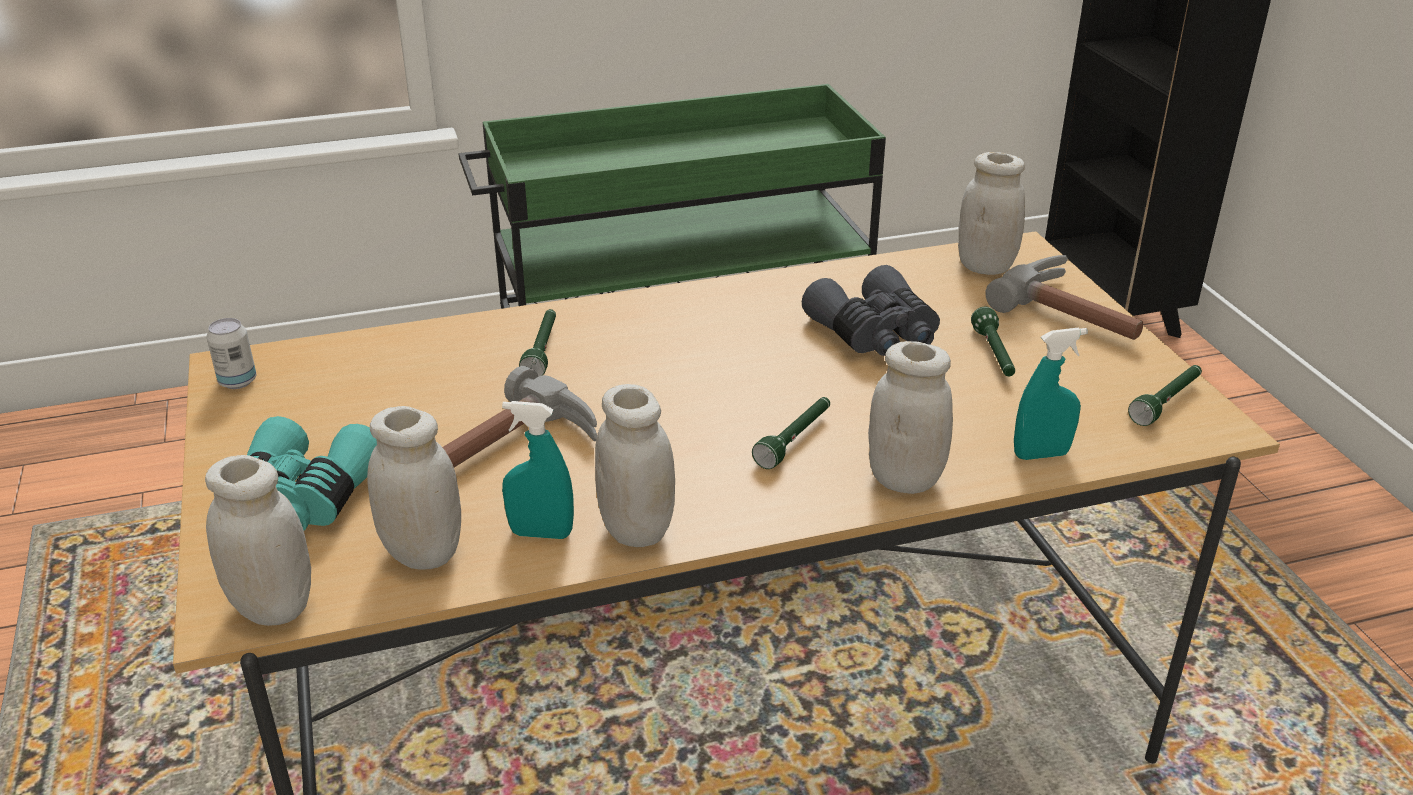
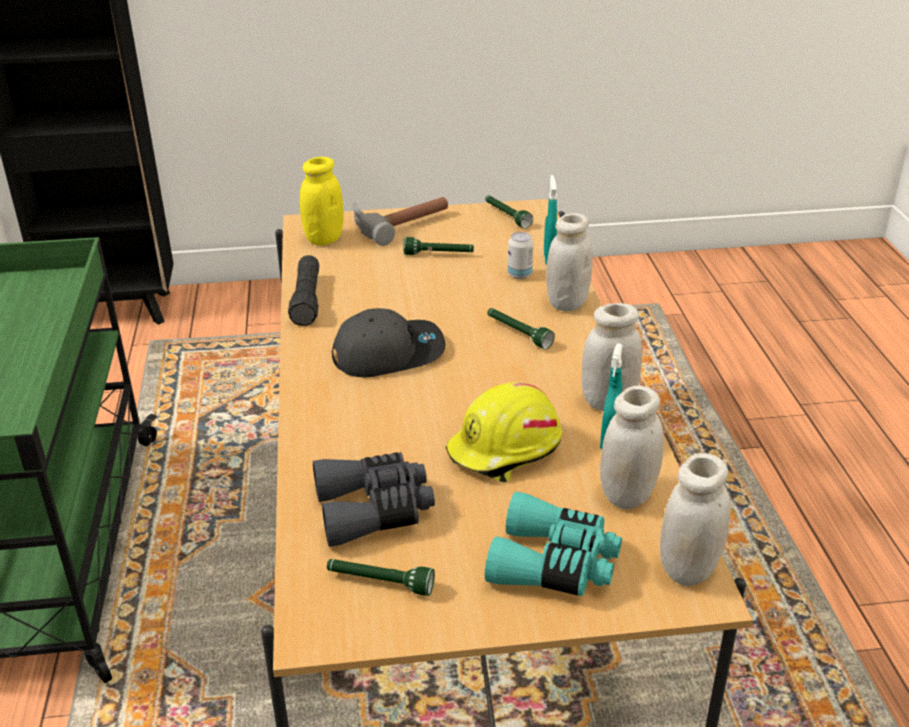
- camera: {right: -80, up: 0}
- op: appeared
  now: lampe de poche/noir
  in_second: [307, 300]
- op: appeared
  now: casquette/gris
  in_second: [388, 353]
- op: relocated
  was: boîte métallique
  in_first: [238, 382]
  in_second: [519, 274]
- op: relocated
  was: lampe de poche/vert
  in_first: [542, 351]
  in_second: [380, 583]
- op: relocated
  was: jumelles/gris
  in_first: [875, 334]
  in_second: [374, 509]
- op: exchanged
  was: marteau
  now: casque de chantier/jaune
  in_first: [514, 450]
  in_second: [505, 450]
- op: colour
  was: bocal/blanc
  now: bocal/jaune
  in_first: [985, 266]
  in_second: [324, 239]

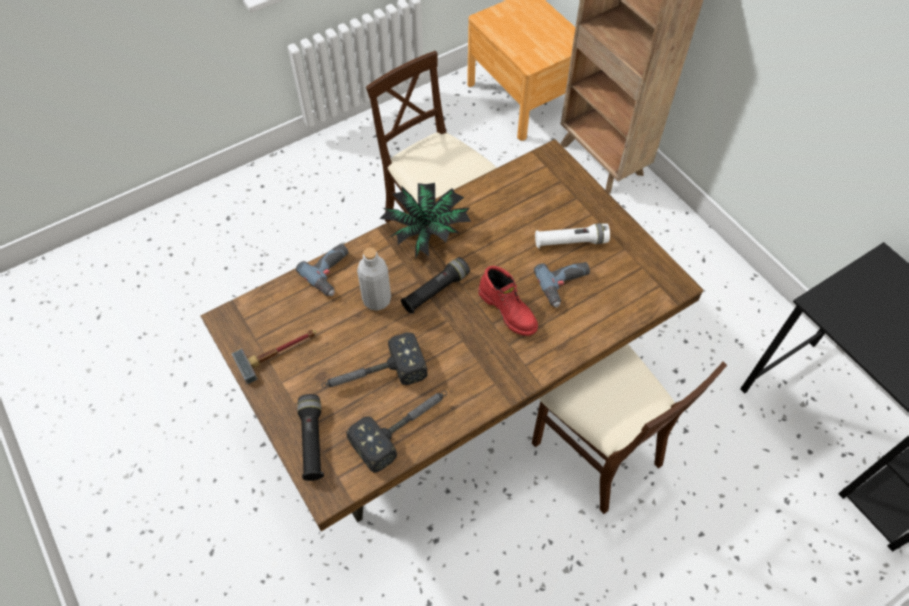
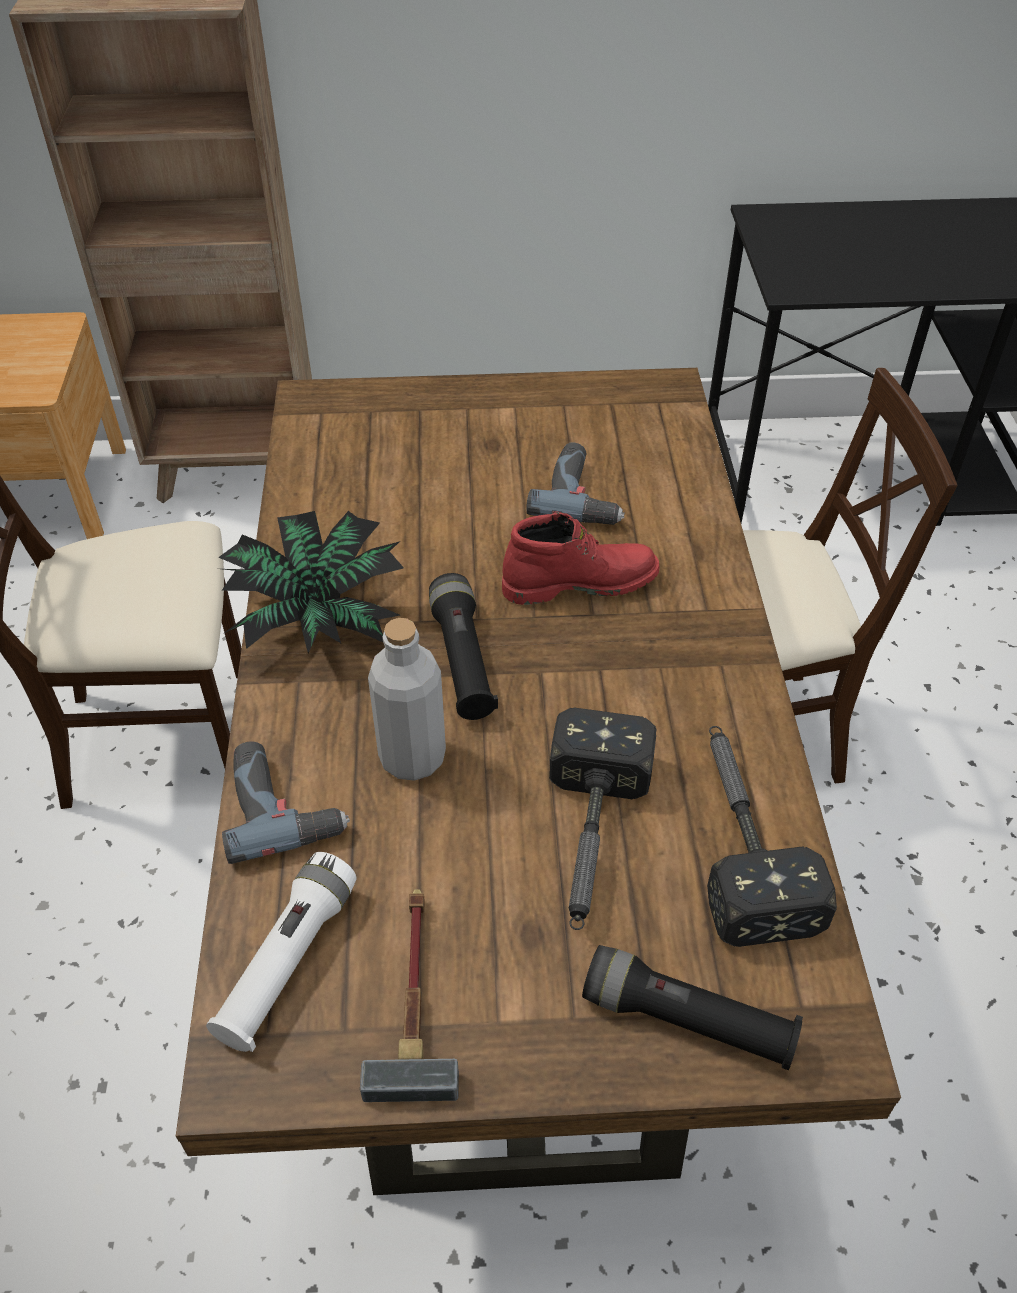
- camera: {right: -60, up: -10}
- op: relocated
  was: lampe de poche/blanc
  in_first: [570, 242]
  in_second: [287, 962]

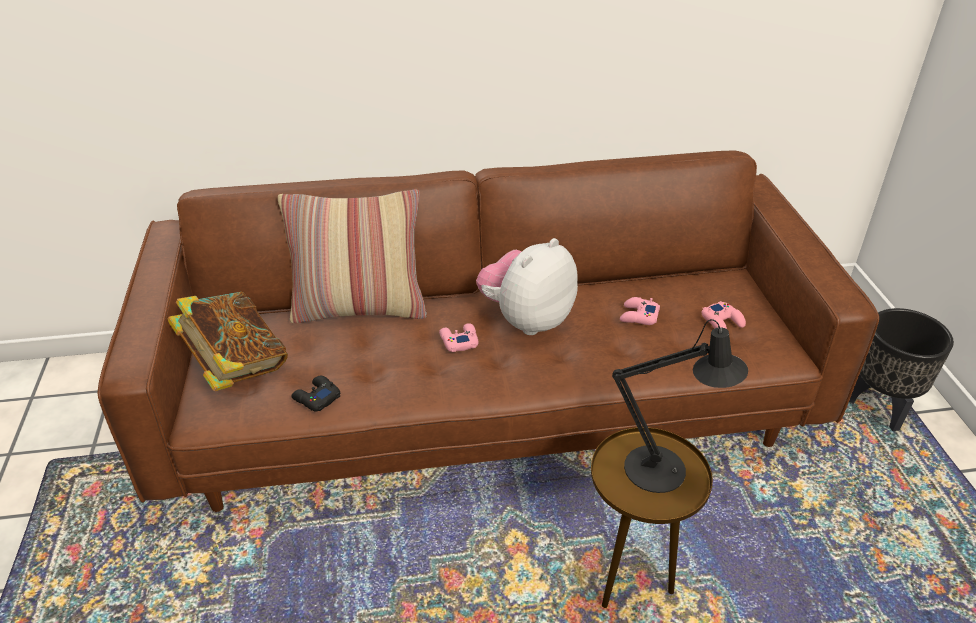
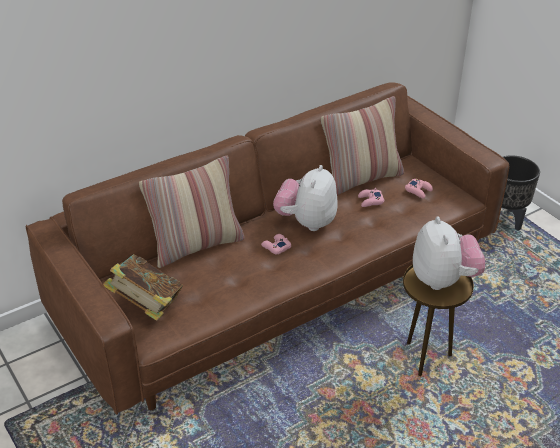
- camera: {right: -25, up: 0}
- op: missing
  was: manette/noir
  in_first: [316, 398]
- op: appeared
  now: coussin
  in_second: [361, 179]
- op: exchanged
  was: lampe de table/noir
  now: peluche
  in_first: [664, 471]
  in_second: [443, 280]

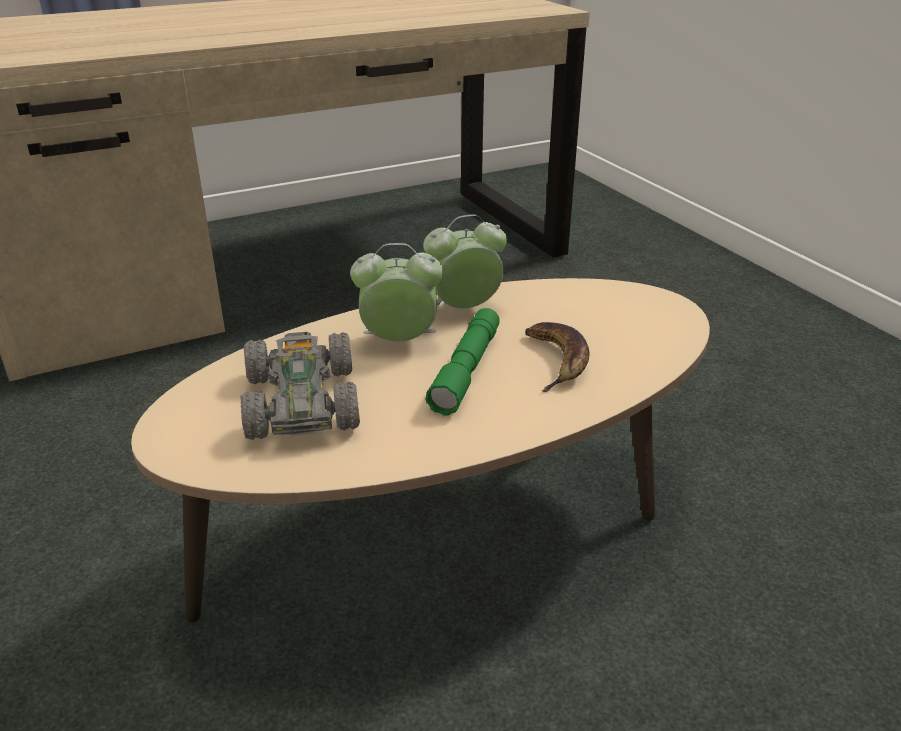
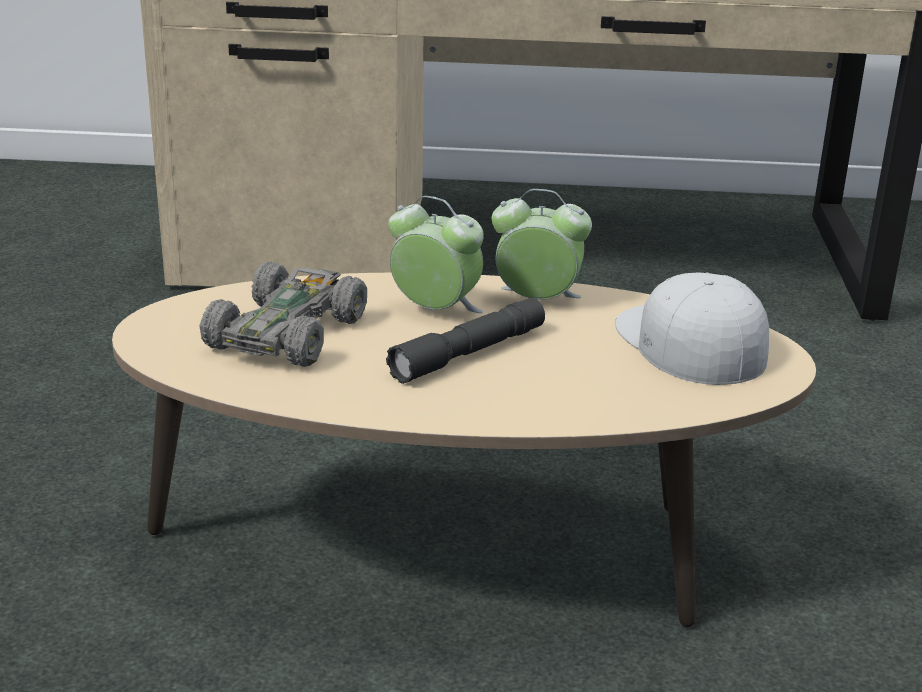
- camera: {right: 30, up: -5}
- op: missing
  was: banane
  in_first: [556, 361]
- op: appeared
  now: casquette/blanc
  in_second: [688, 342]
- op: colour
  was: lampe de poche/vert
  now: lampe de poche/gris
  in_first: [466, 370]
  in_second: [469, 354]

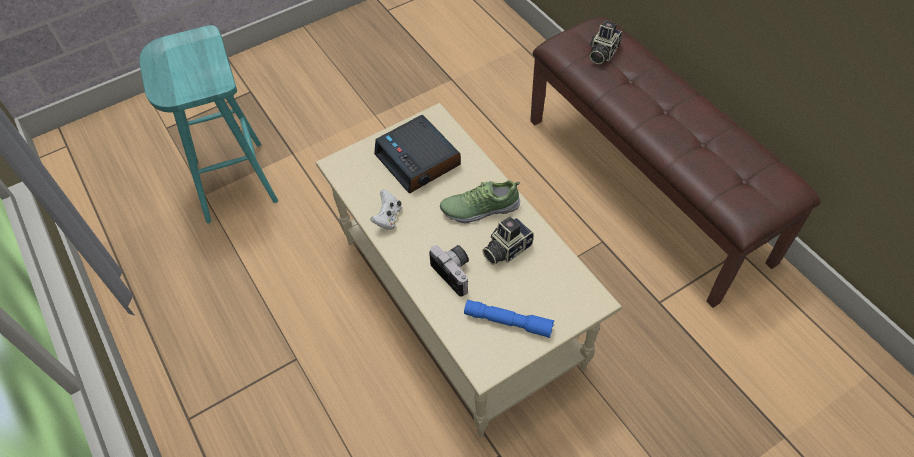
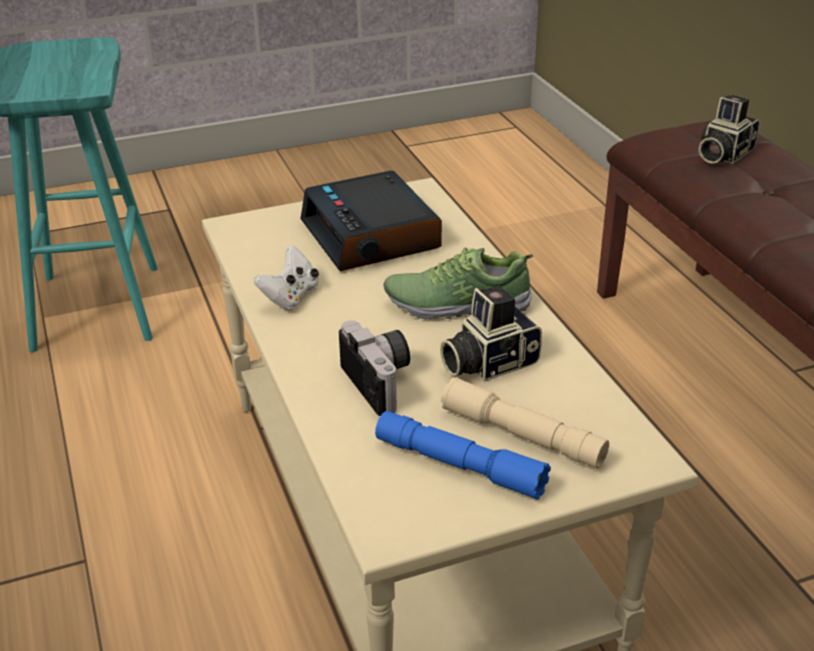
- camera: {right: 10, up: -20}
- op: appeared
  now: lampe de poche/beige
  in_second: [522, 435]

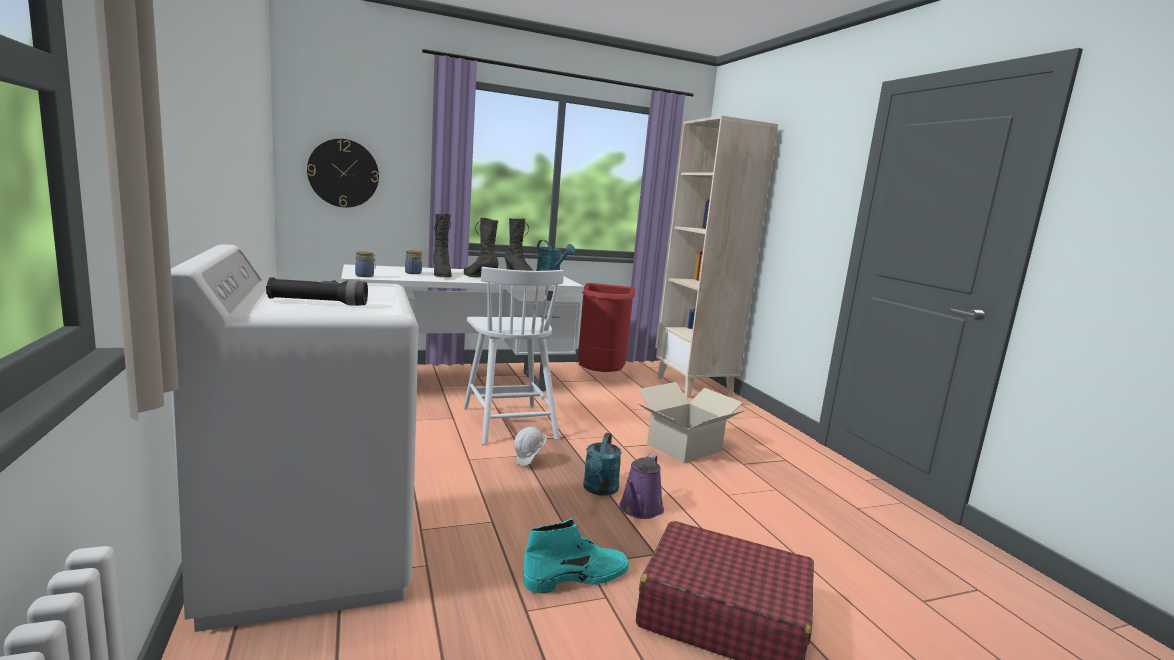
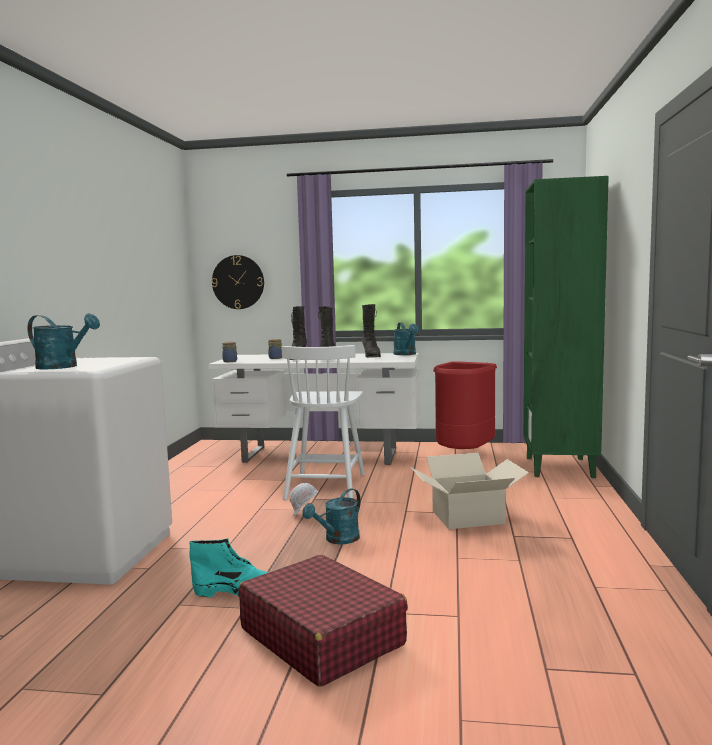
- camera: {right: 30, up: -5}
- op: missing
  was: arrosoir/violet
  in_first: [640, 510]
- op: exchanged
  was: lampe de poche/noir
  now: arrosoir/turquoise
  in_first: [318, 303]
  in_second: [63, 367]
- op: colour
  was: bibliothèque/beige
  now: bibliothèque/vert
  in_first: [694, 386]
  in_second: [560, 467]

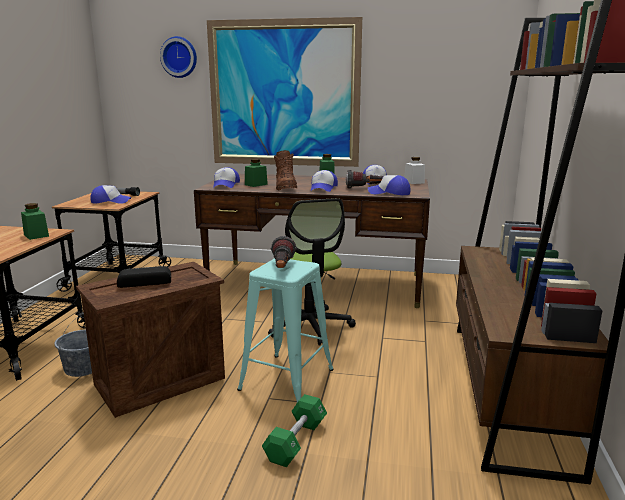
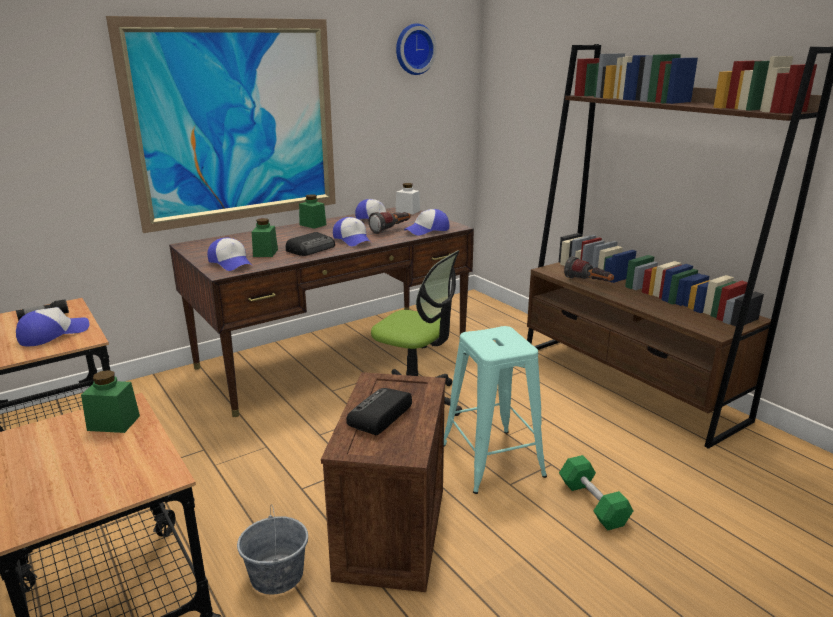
- camera: {right: -45, up: 5}
- op: relocated
  was: horloge murale
  in_first: [179, 57]
  in_second: [413, 49]
- op: relocated
  was: lampe de poche
  in_first: [282, 268]
  in_second: [588, 283]
- op: exchanged
  was: botte/marron
  now: radio
  in_first: [285, 187]
  in_second: [311, 249]

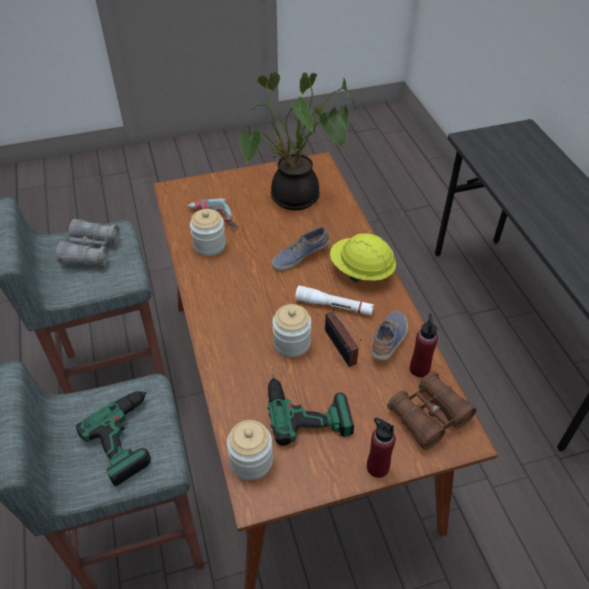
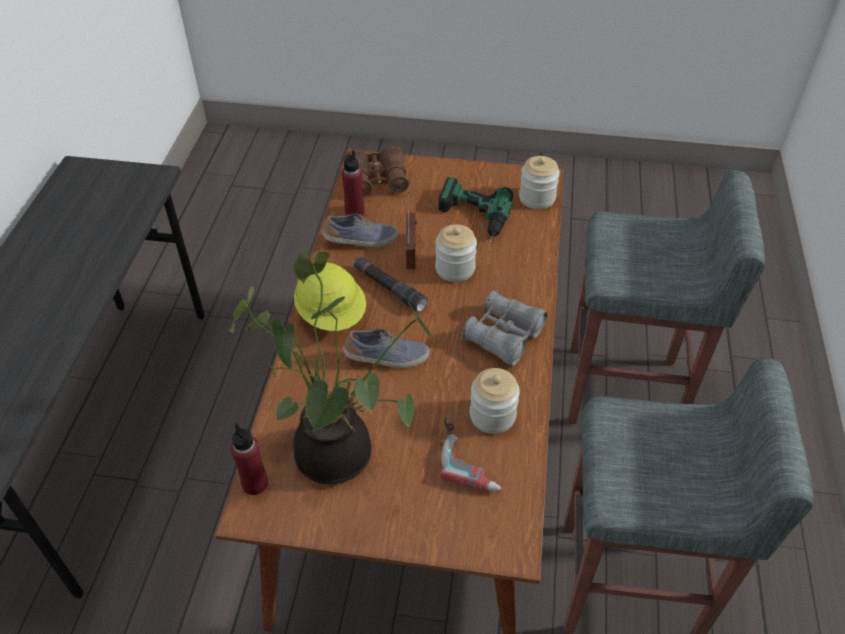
- camera: {right: -155, up: 0}
- op: missing
  was: perceuse
  in_first: [136, 432]
- op: relocated
  was: jumelles/gris
  in_first: [91, 251]
  in_second: [503, 336]
- op: relocated
  was: bouteille/rouge
  in_first: [377, 467]
  in_second: [255, 484]
- op: colour
  was: lampe de poche/blanc
  now: lampe de poche/noir
  in_first: [334, 306]
  in_second: [389, 288]
- op: spun
  was: chaussure
  in_first: [389, 341]
  in_second: [361, 241]
  clockwise: -150

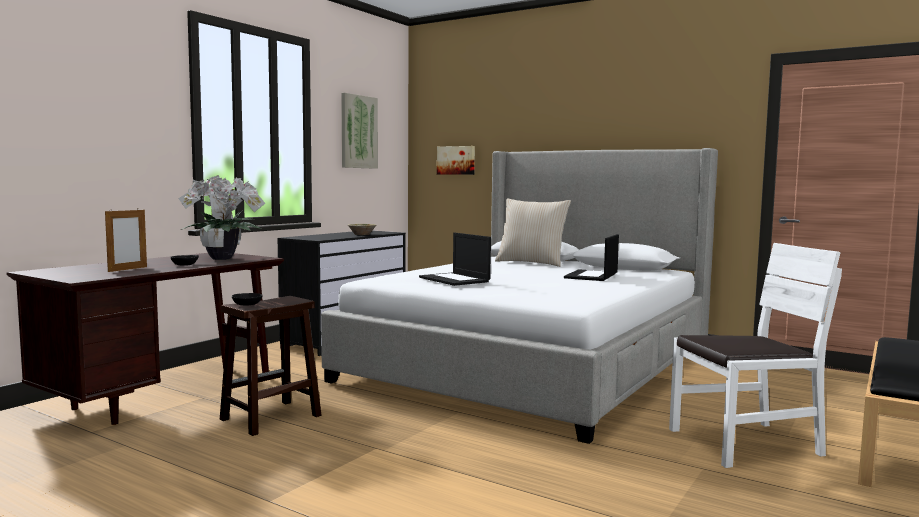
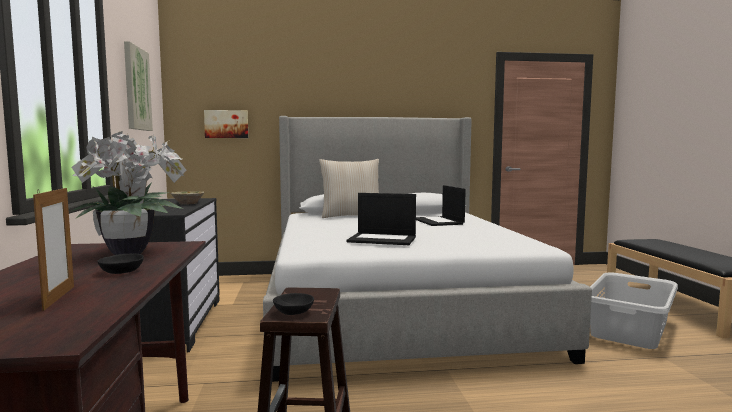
- camera: {right: -40, up: 0}
- op: exchanged
  was: chaise/blanc
  now: panier à linge/gris
  in_first: [744, 443]
  in_second: [630, 329]

